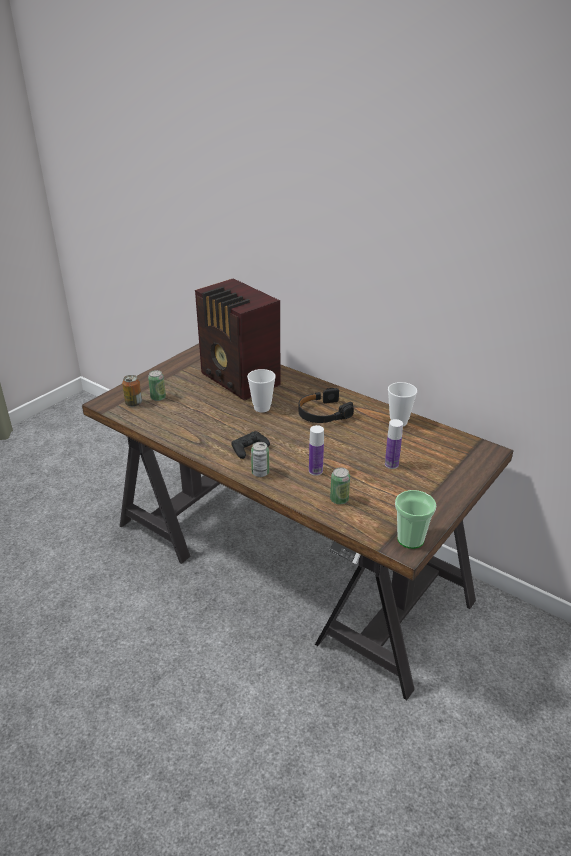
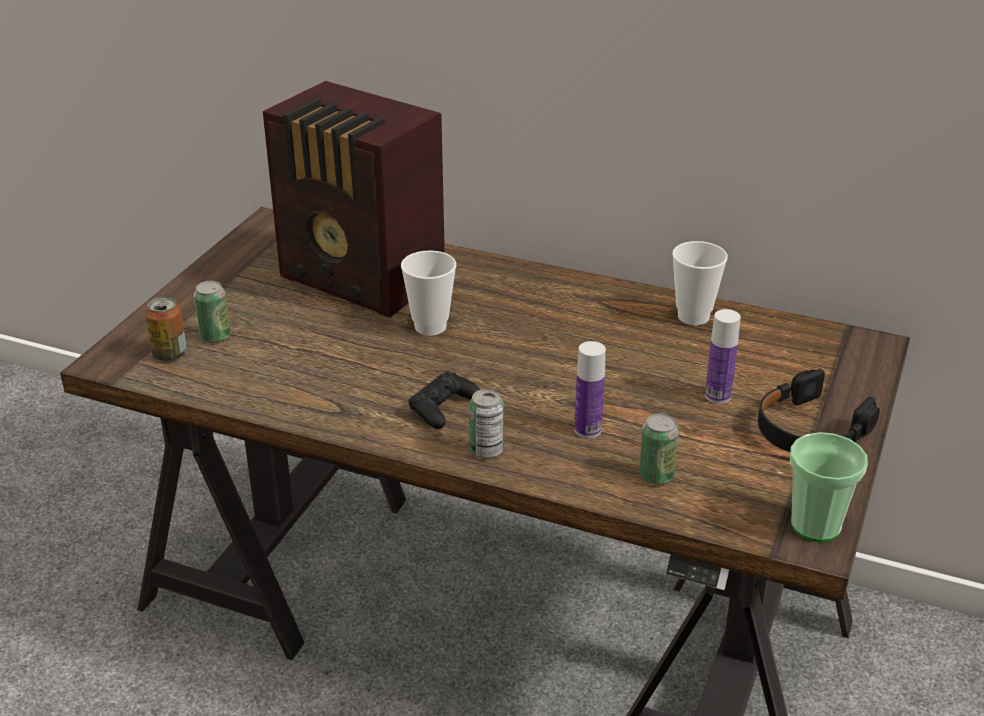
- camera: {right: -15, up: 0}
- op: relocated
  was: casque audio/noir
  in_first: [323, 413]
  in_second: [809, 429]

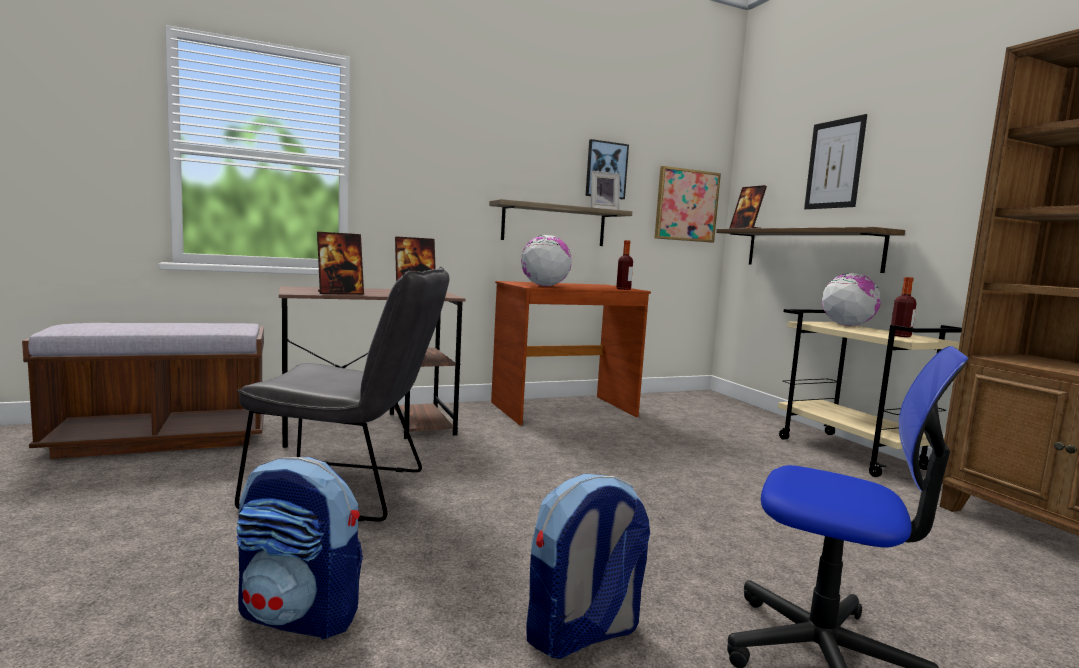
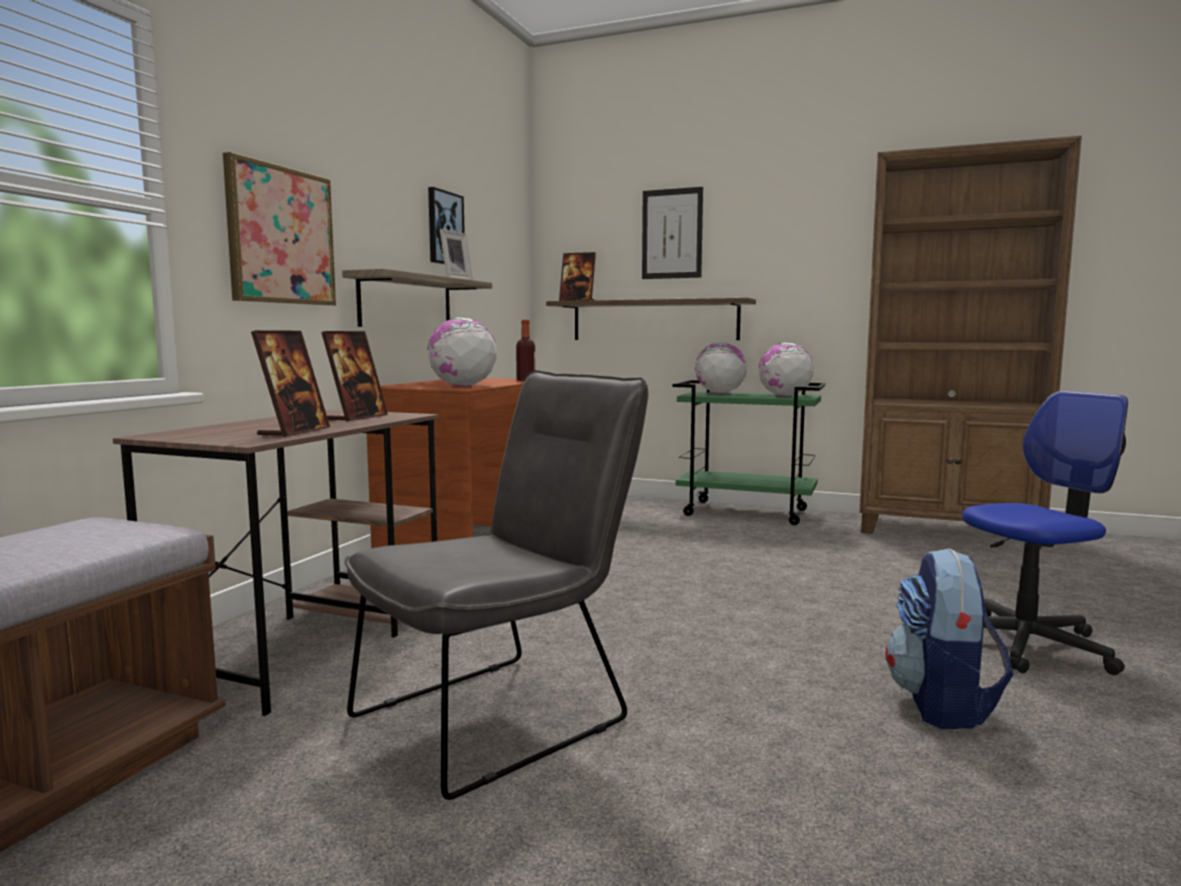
- camera: {right: -45, up: 0}
- op: missing
  was: sac à dos
  in_first: [300, 615]
- op: relocated
  was: tableau
  in_first: [686, 205]
  in_second: [280, 236]
- op: exchanged
  was: bouteille
  now: globe
  in_first: [900, 336]
  in_second: [784, 396]
- op: colour
  was: chariot/beige
  now: chariot/vert
  in_first: [851, 453]
  in_second: [747, 512]

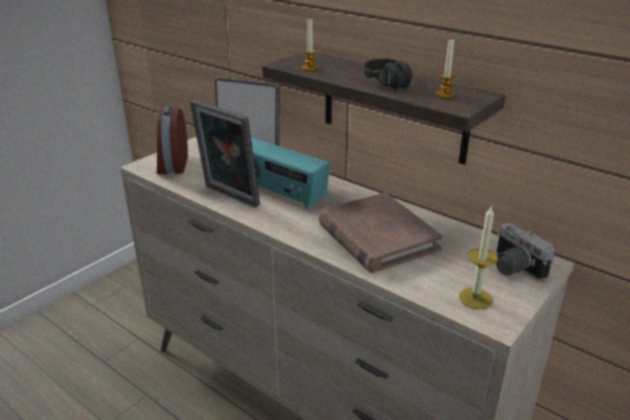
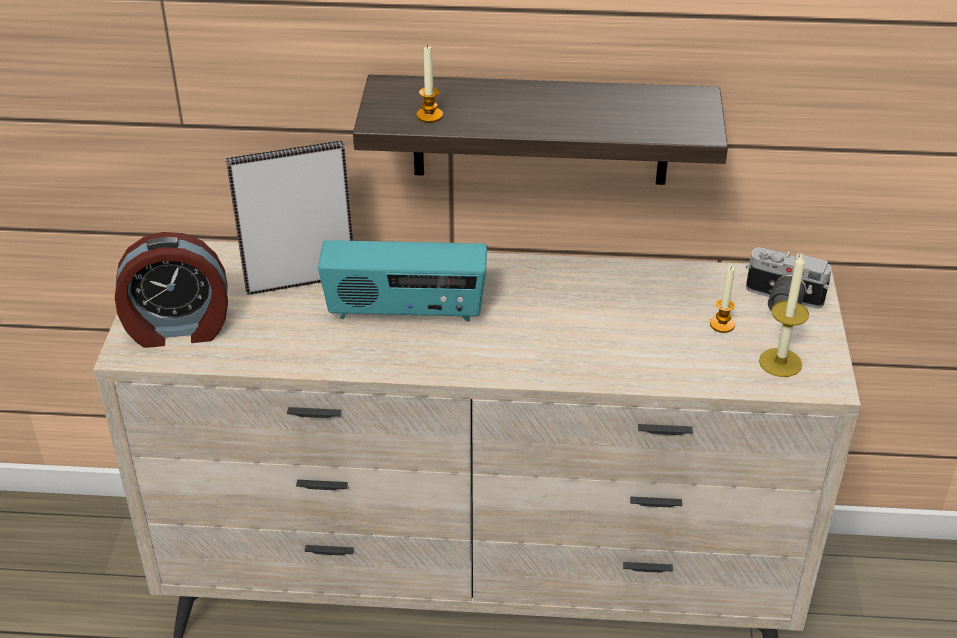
- camera: {right: -35, up: 10}
- op: missing
  was: cadre photo
  in_first: [228, 197]
- op: missing
  was: livre/marron
  in_first: [376, 236]
- op: missing
  was: casque audio/noir
  in_first: [392, 85]
- op: relocated
  was: bougie
  in_first: [445, 95]
  in_second: [722, 324]
- op: spun
  was: réveil
  in_first: [172, 165]
  in_second: [178, 329]
  clockwise: -60

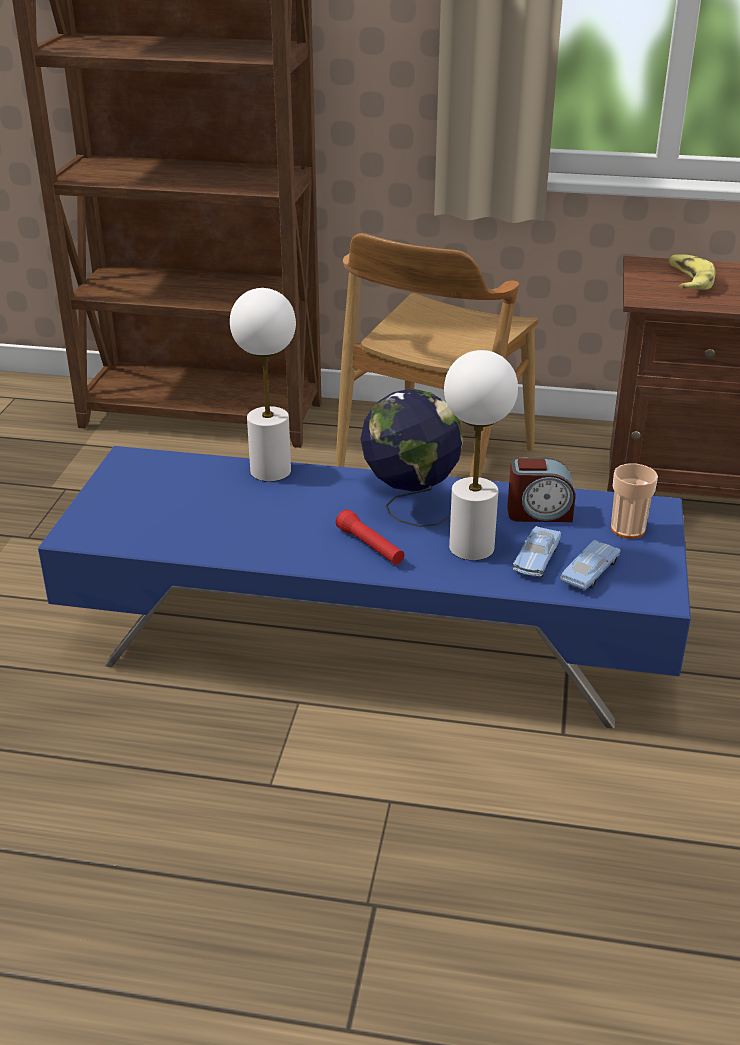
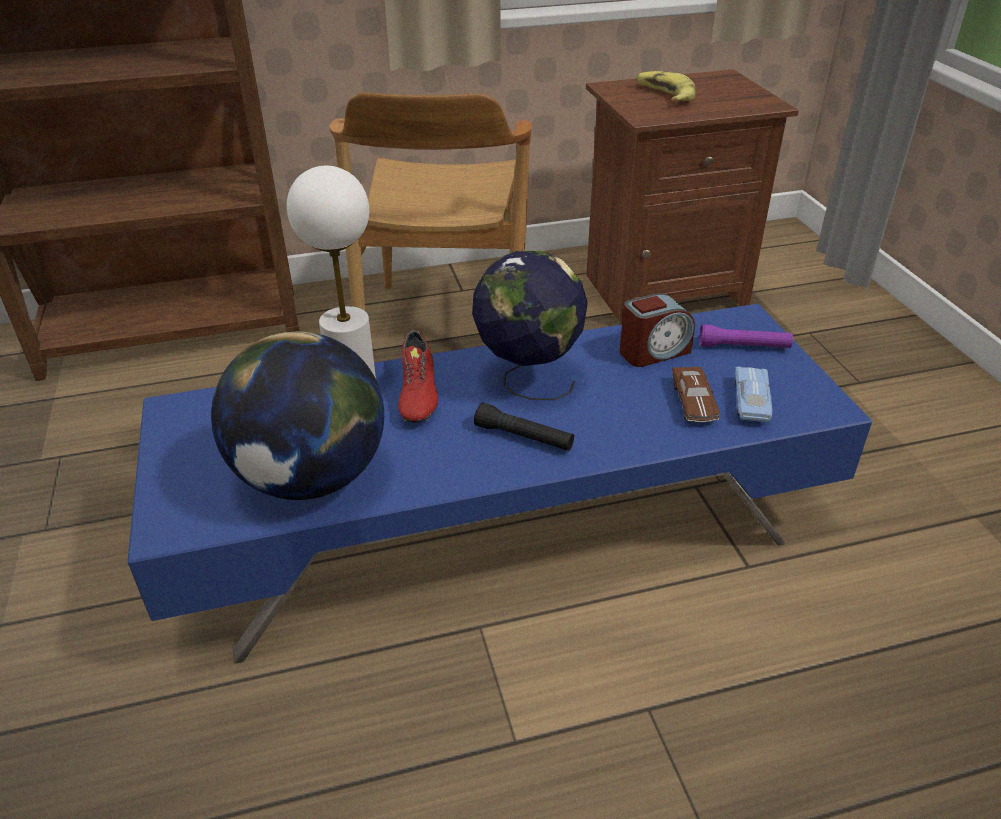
- camera: {right: -25, up: 5}
- op: missing
  was: lampe de table/blanc
  in_first: [472, 547]
- op: appeared
  now: globe
  in_second: [311, 478]
- op: appeared
  now: chaussure/rouge
  in_second: [417, 394]
- op: exchanged
  was: tasse
  now: lampe de poche/violet
  in_first: [627, 529]
  in_second: [743, 346]
- op: colour
  was: lampe de poche/rouge
  now: lampe de poche/noir
  in_first: [370, 546]
  in_second: [524, 437]
- op: colour
  was: petite voiture/bleu
  now: petite voiture/marron
  in_first: [536, 559]
  in_second: [693, 402]

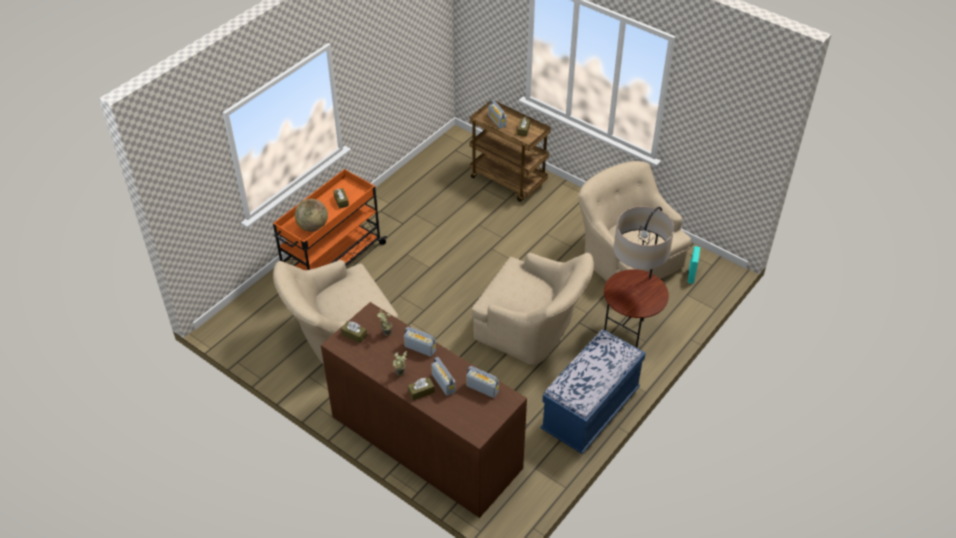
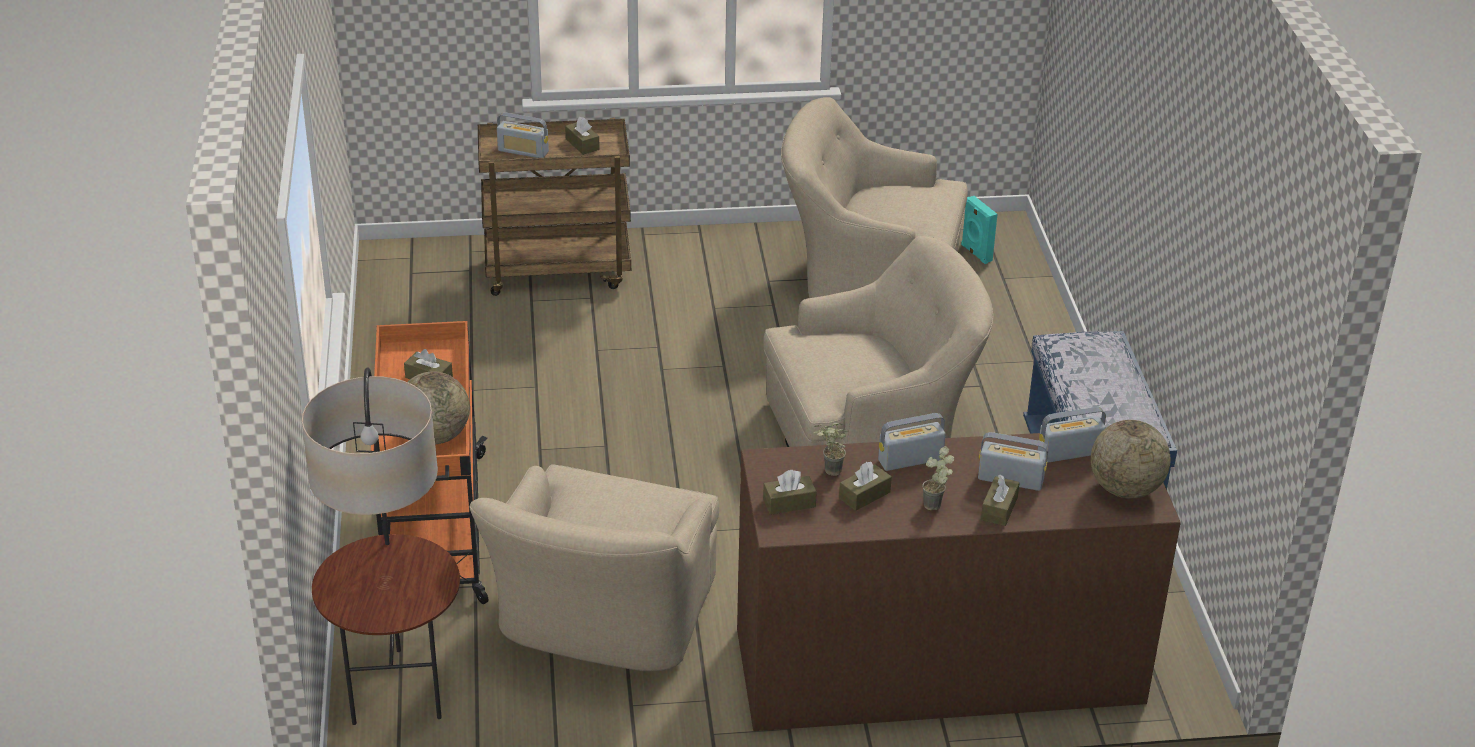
- camera: {right: -45, up: -10}
- op: appeared
  now: boîte à mouchoirs/marron
  in_second: [864, 495]
- op: appeared
  now: globe
  in_second: [1125, 489]
- op: relocated
  was: lampadaire
  in_first: [629, 335]
  in_second: [397, 689]

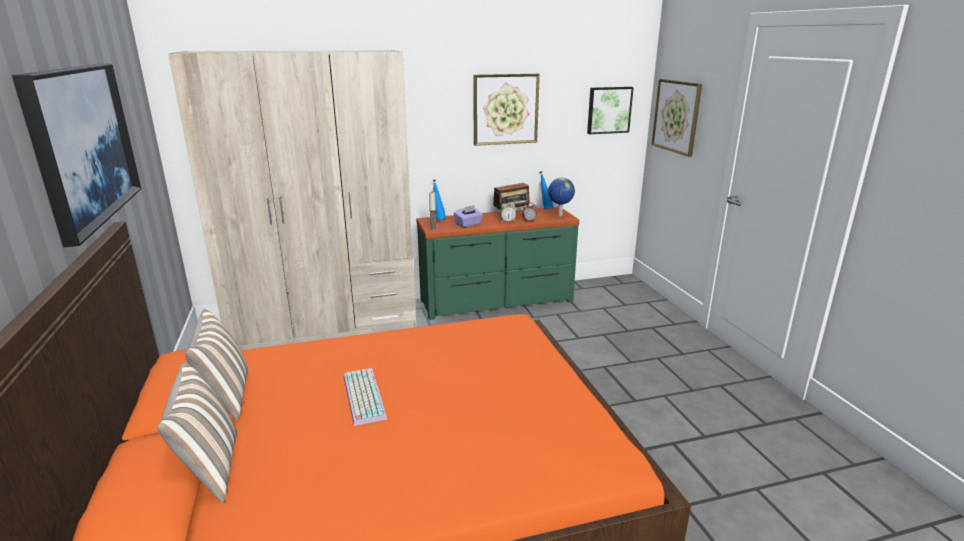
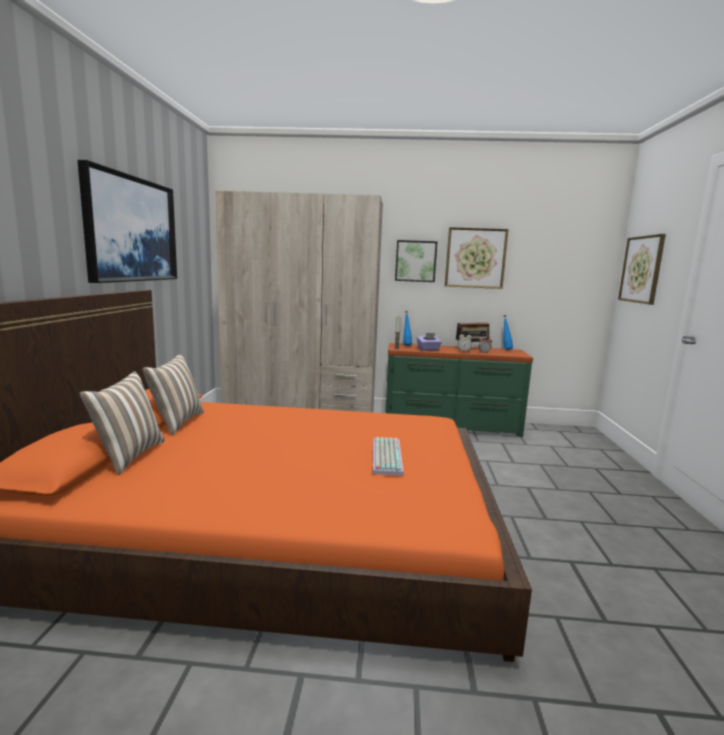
- camera: {right: 20, up: -10}
- op: missing
  was: globe
  in_first: [559, 215]
- op: relocated
  was: clavier
  in_first: [362, 396]
  in_second: [385, 456]
- op: relocated
  was: tableau
  in_first: [608, 110]
  in_second: [415, 261]

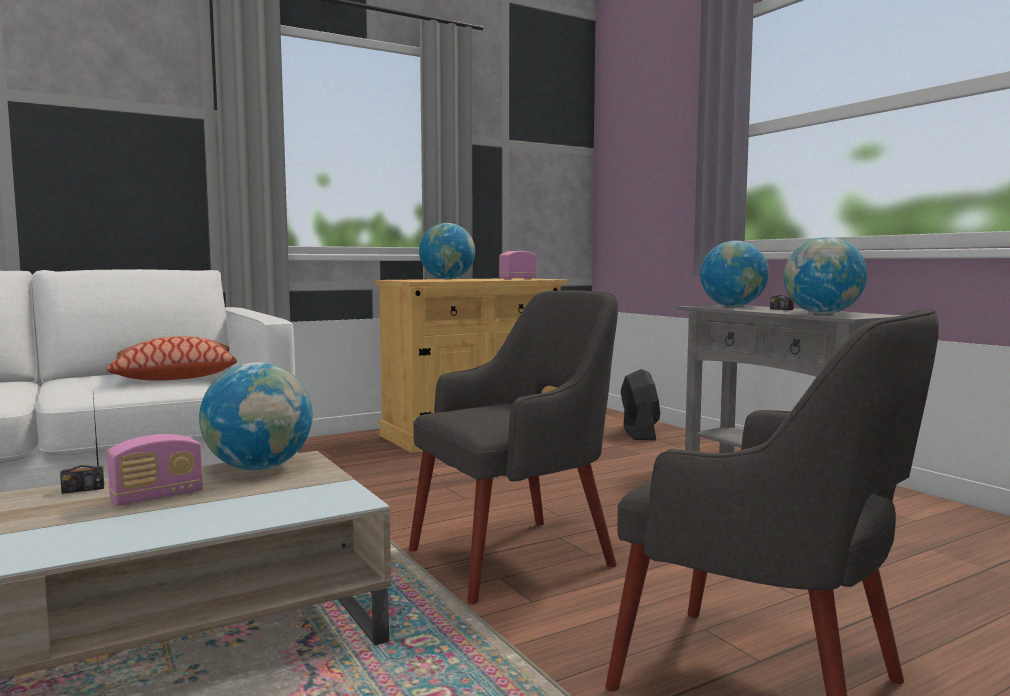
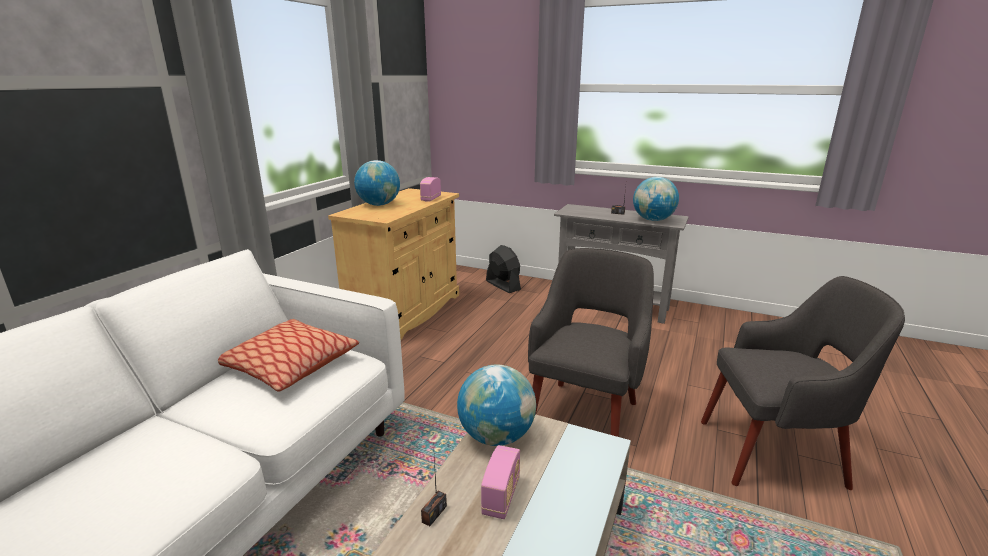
- camera: {right: -35, up: 15}
- op: missing
  was: globe
  in_first: [733, 306]

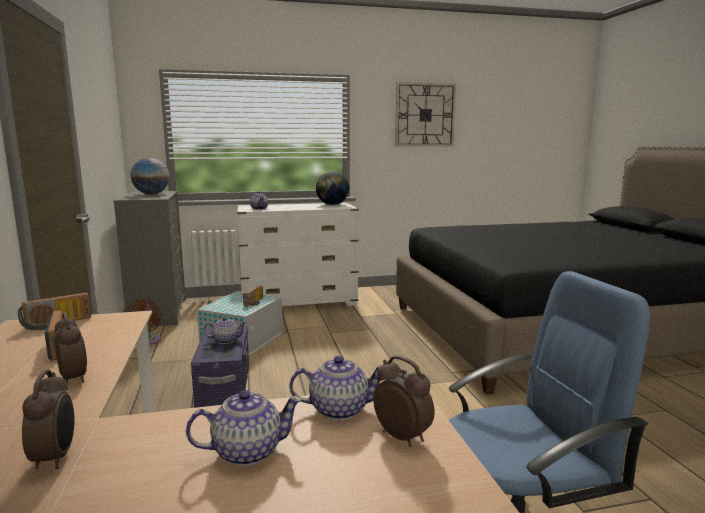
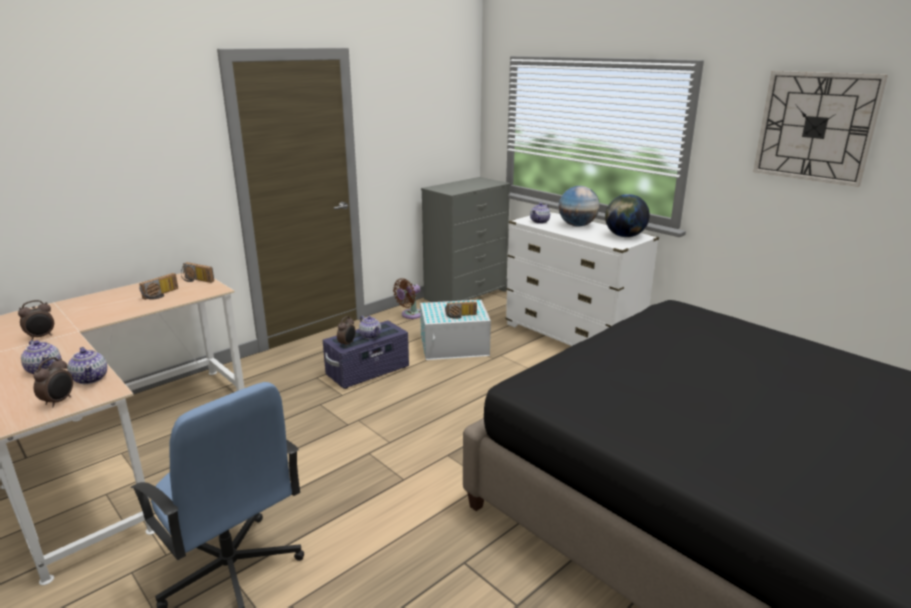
- camera: {right: 60, up: 10}
- op: relocated
  was: réveil
  in_first: [75, 378]
  in_second: [347, 344]
- op: relocated
  was: globe
  in_first: [151, 194]
  in_second: [577, 225]

